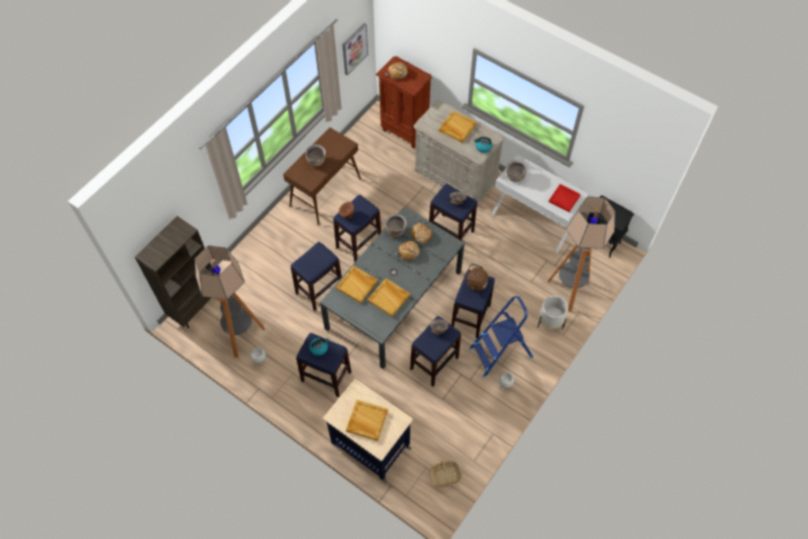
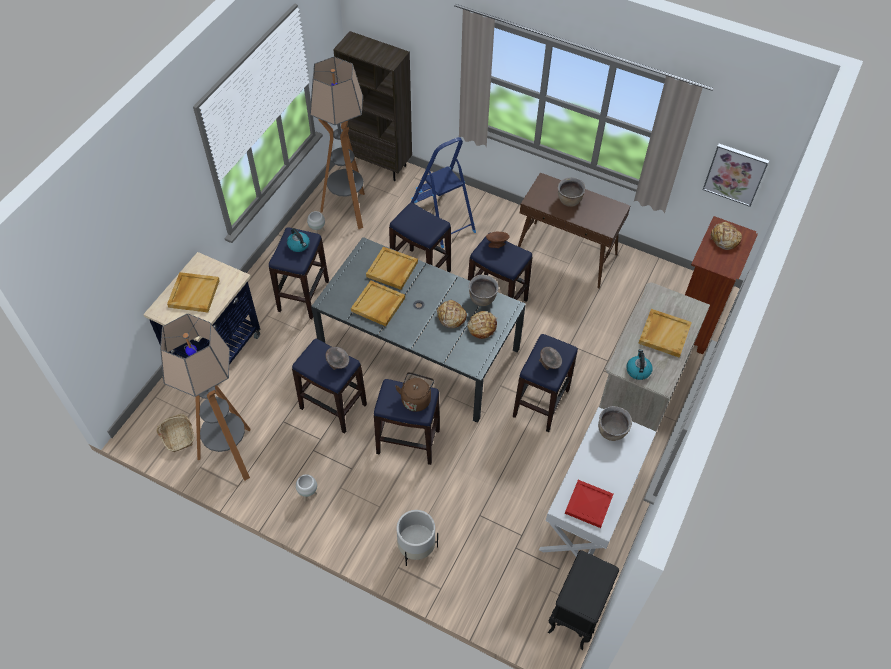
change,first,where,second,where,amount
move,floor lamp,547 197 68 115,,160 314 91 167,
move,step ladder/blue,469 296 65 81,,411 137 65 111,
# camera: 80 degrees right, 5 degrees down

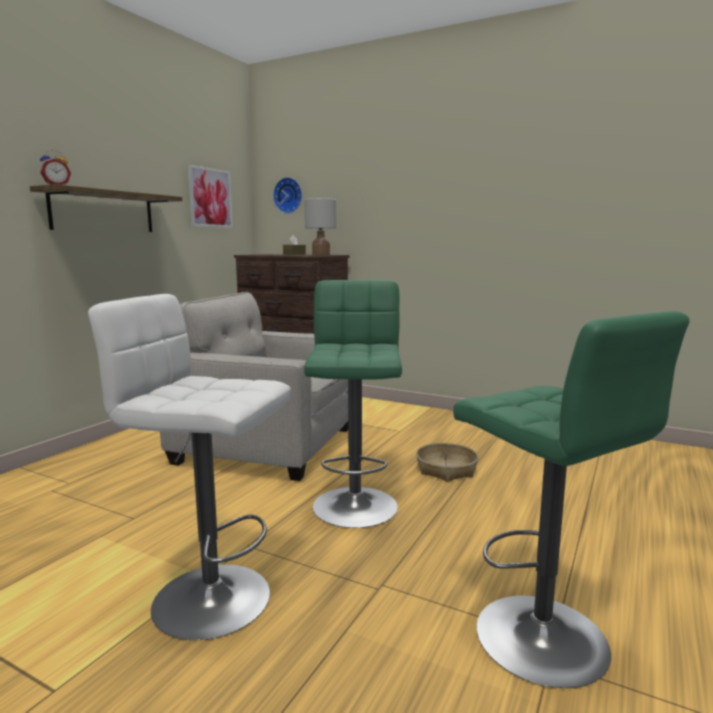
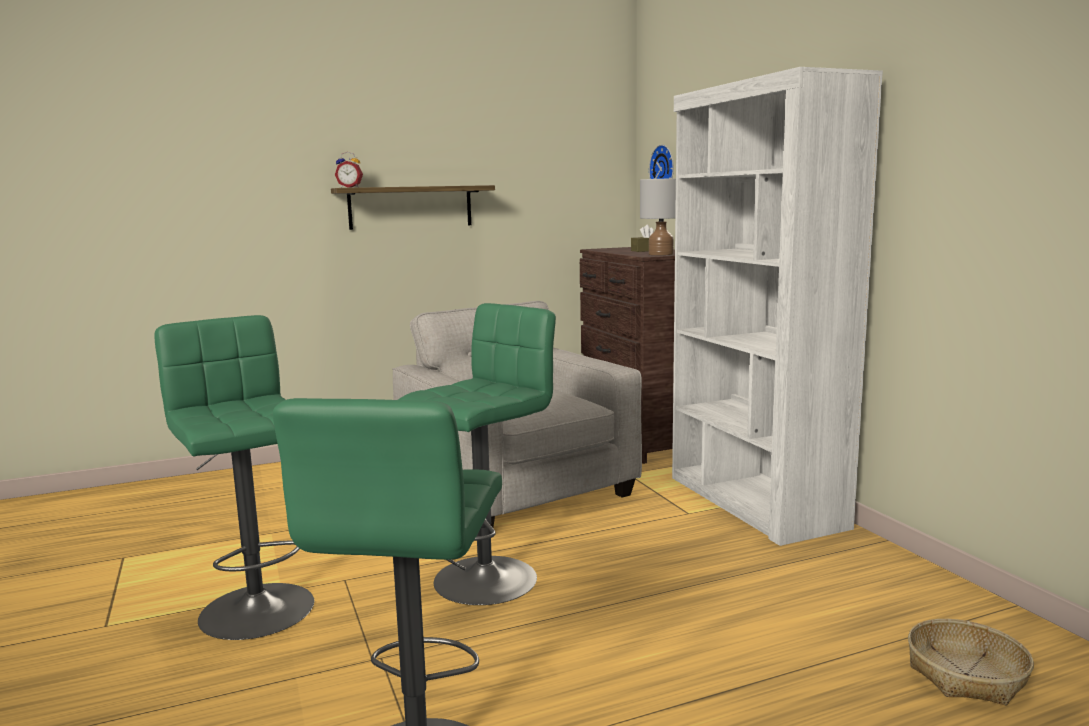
change,first,where,second,where,amount
delete,picture,187 165 46 63,,,
recolor,stool/white,88 294 203 346,stool/green,154 315 160 325,
move,basket,416 443 62 39,,908 619 126 86,
insert,,,bookcase/white,672 67 211 479,
# camera: 40 degrees right, 0 degrees up

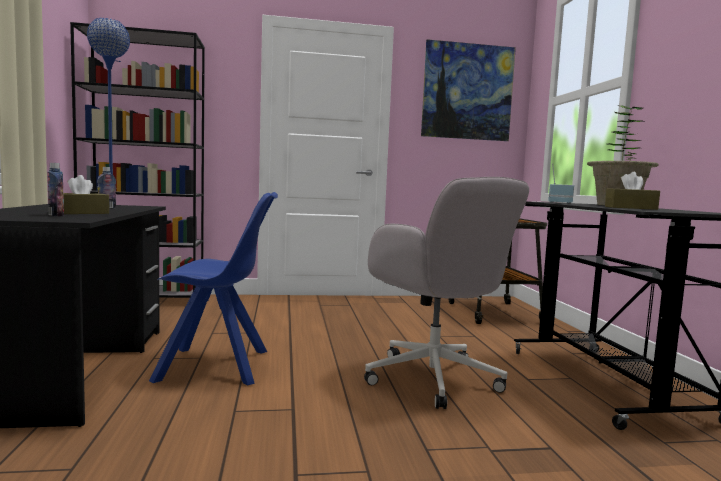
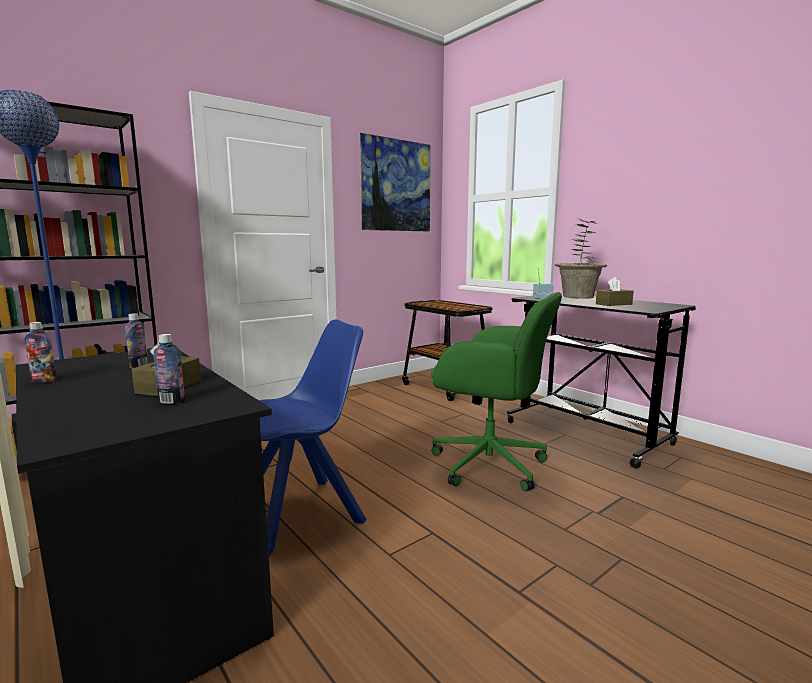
change,first,where,second,where,amount
recolor,office chair/grey,364 177 165 232,office chair/green,431 292 131 199,
insert,,,bottle,25 322 32 61,
# camera: 30 degrees left, 5 degrees up

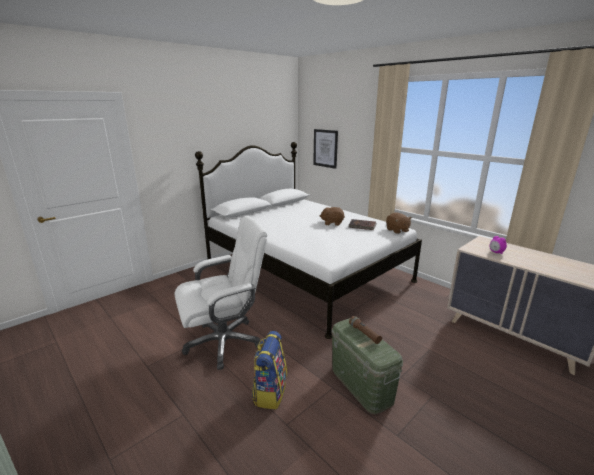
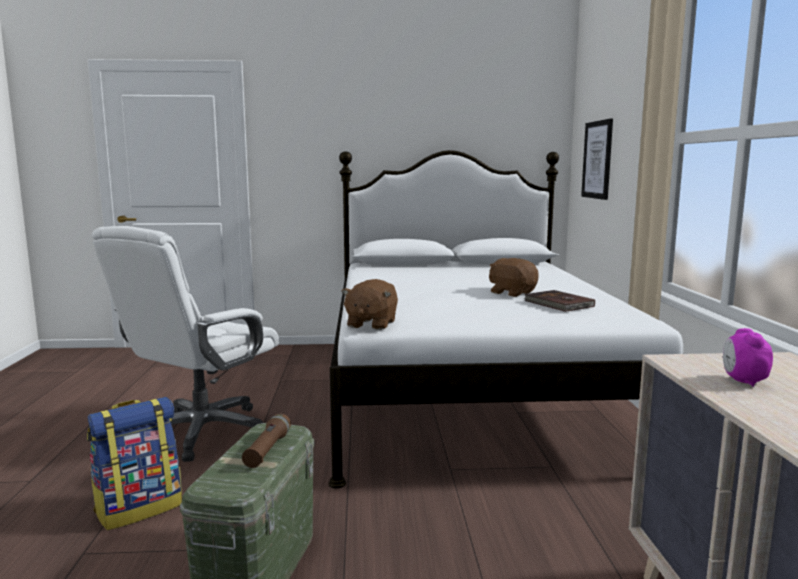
change,first,where,second,where,amount
move,plush toy/brown,386 212 26 22,,341 279 57 51,
rotate,office chair/white,174 215 93 155,,92 226 187 236,105 degrees clockwise
# camera: 40 degrees right, 10 degrees down

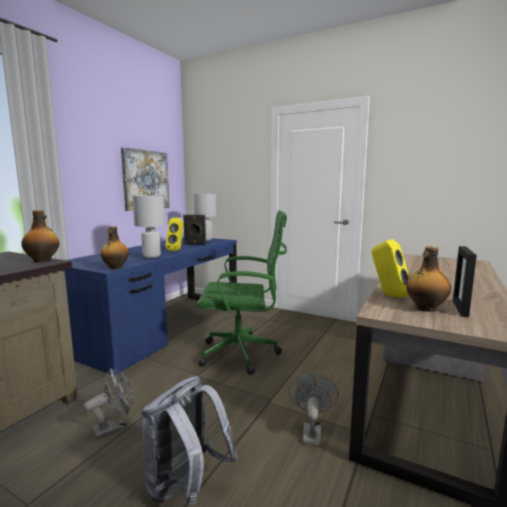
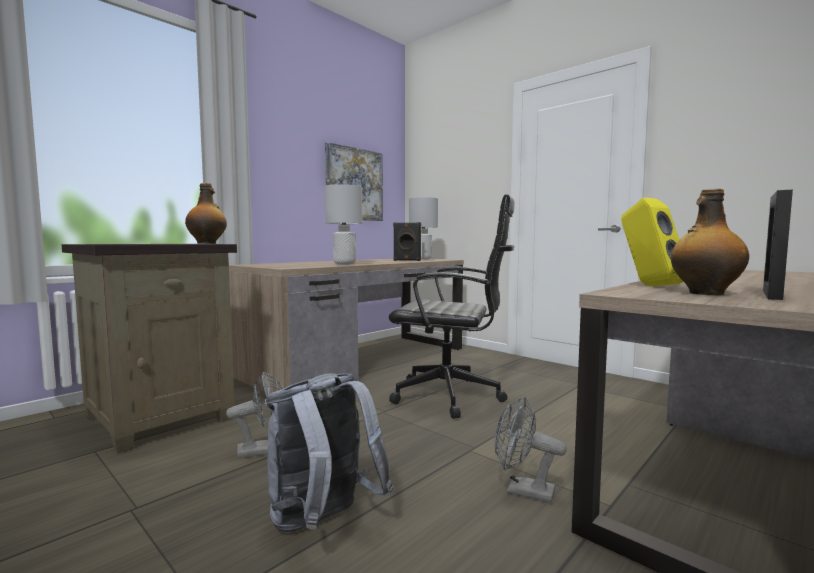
change,first,where,second,where,amount
recolor,office chair/green,197 210 90 165,office chair/black,389 194 126 225,
delete,speaker/yellow,165 218 19 33,,,
delete,bottle,101 226 28 43,,,
recolor,desk/blue,65 237 172 139,desk/brown,229 259 235 135,
rotate,fan/grey,289 373 50 73,,495 396 72 107,90 degrees counterclockwise
# camera: 15 degrees right, 5 degrees down

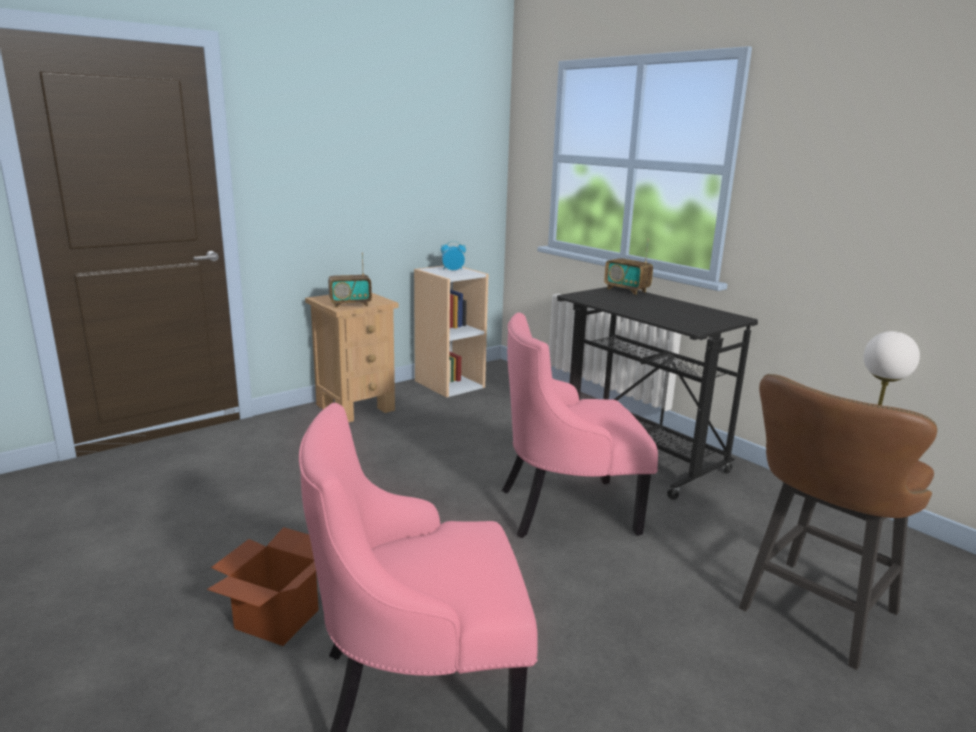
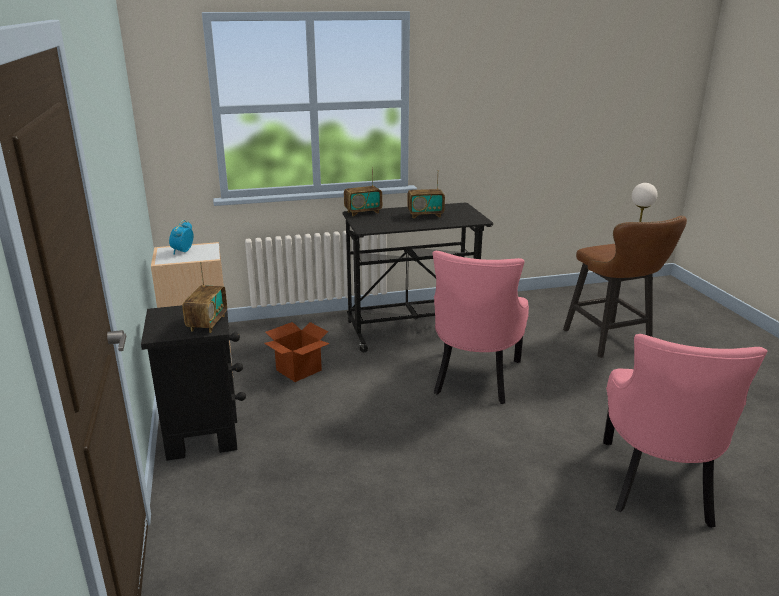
change,first,where,second,where,amount
recolor,nightstand/beige,305 293 94 130,nightstand/black,141 305 105 156,
move,cardboard box,207 527 112 119,,264 322 66 60,
insert,,,radio,407 175 38 43,
# camera: 65 degrees left, 5 degrees up

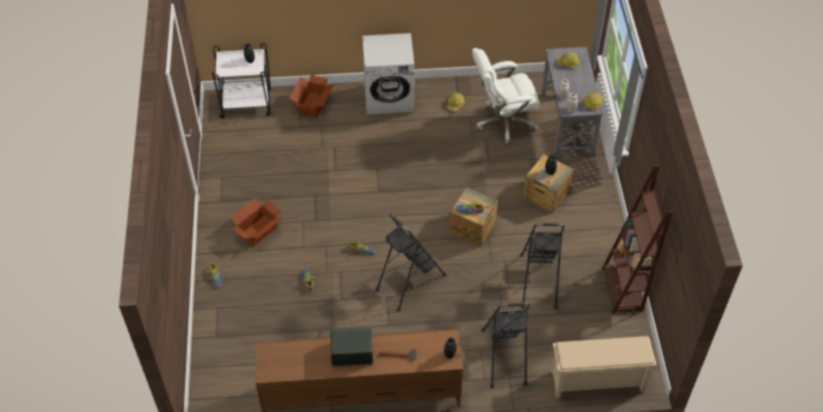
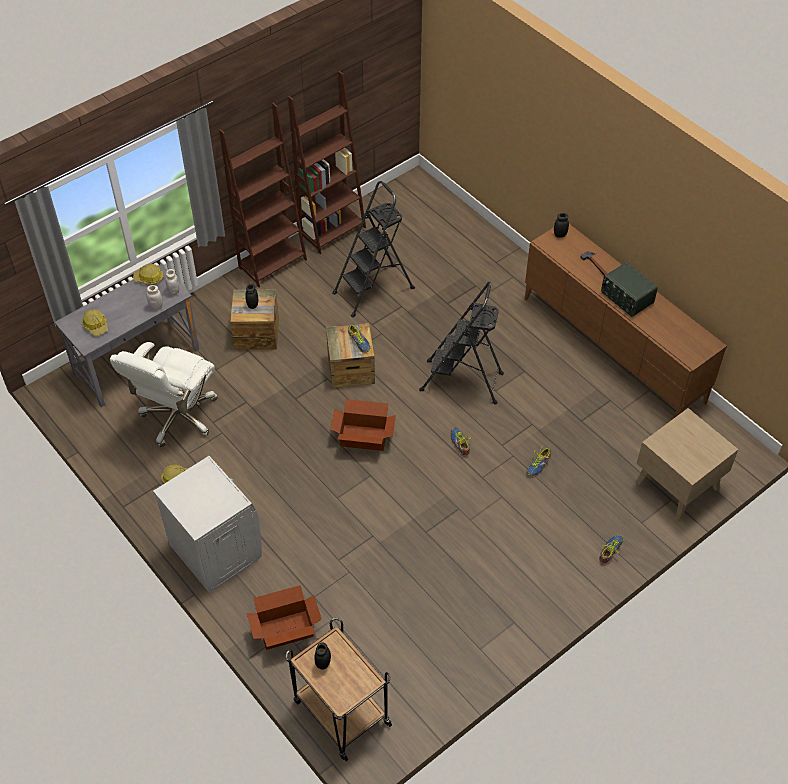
change,first,where,second,where,amount
recolor,cart/white,212 43 59 75,cart/brown,286 618 106 143,
rotate,office chair/white,472 48 68 96,,110 342 108 105,75 degrees clockwise
move,cardboard box,230 198 52 49,,330 399 66 52,
delete,step ladder,481 303 49 85,,,
delete,shoe rack/beige,551 336 105 62,,,
insert,,,bookcase/brown,219 103 88 185,
insert,,,nightstand/beige,636 408 102 112,
# camera: 125 degrees left, 0 degrees up

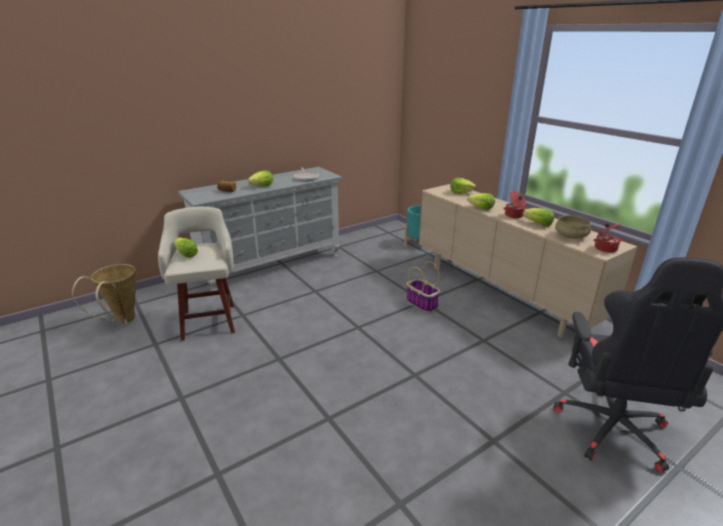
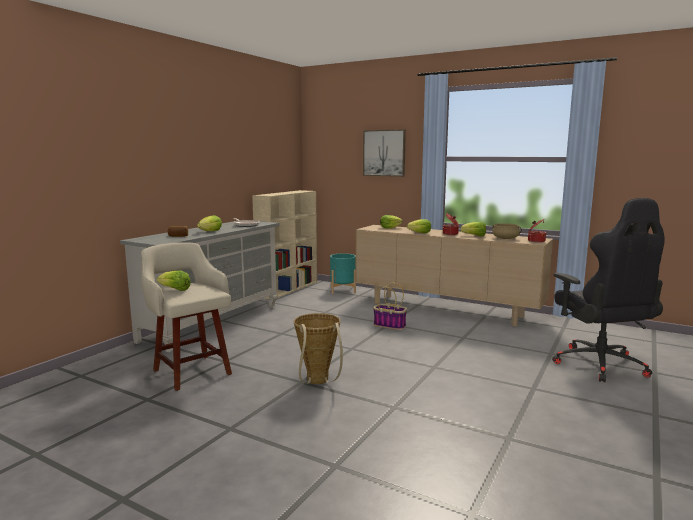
change,first,where,second,where,amount
move,basket,72 264 64 60,,294 313 49 71,
insert,,,picture,363 129 43 48,
insert,,,bookcase/beige,252 190 65 109,
# camera: 25 degrees left, 15 degrees down

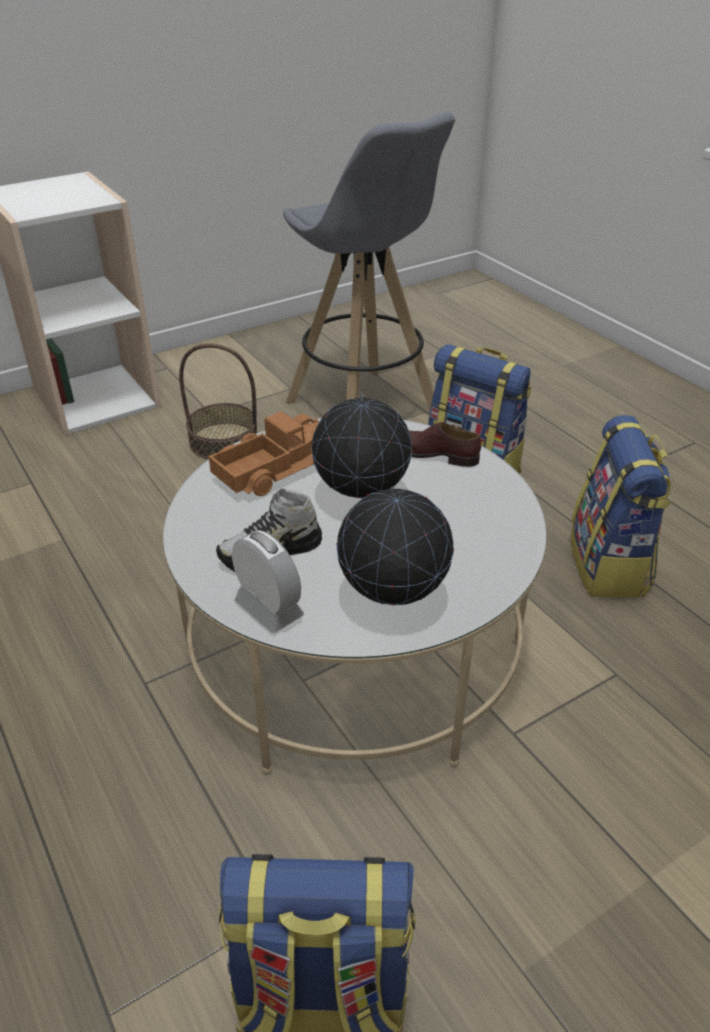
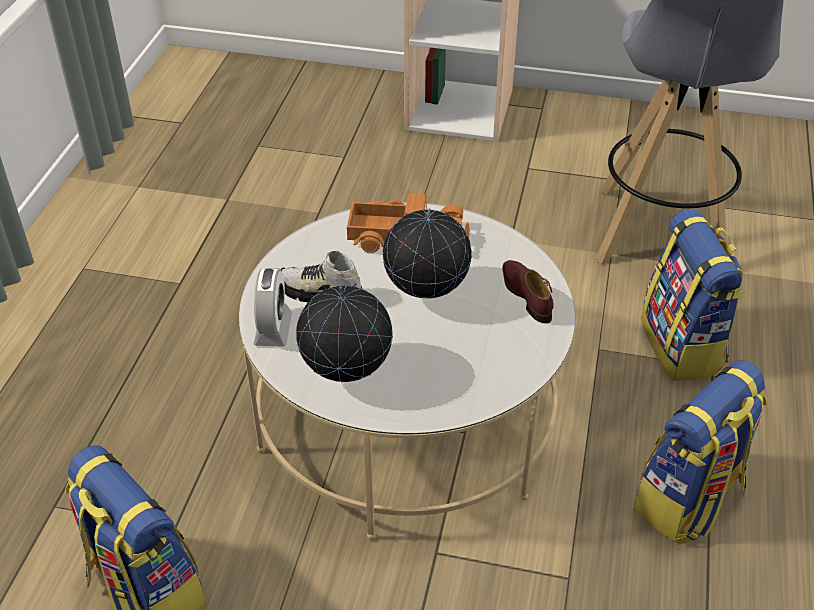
change,first,where,second,where,amount
delete,basket,179 343 78 116,,,
# camera: 45 degrees right, 5 degrees up

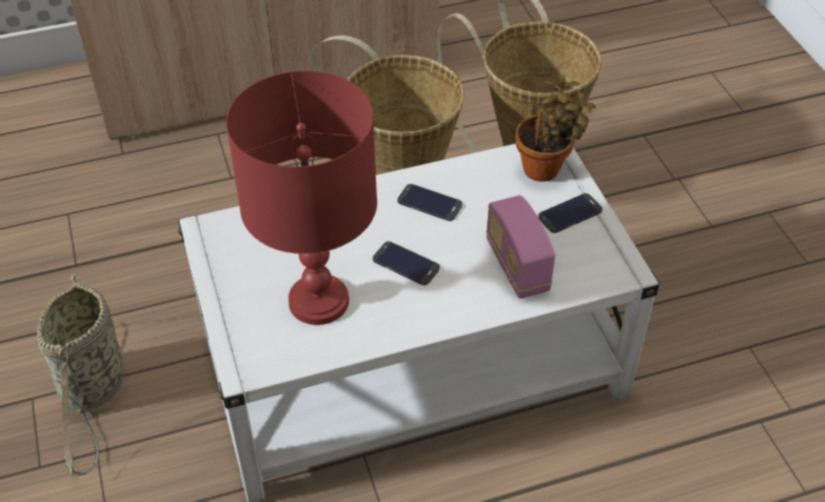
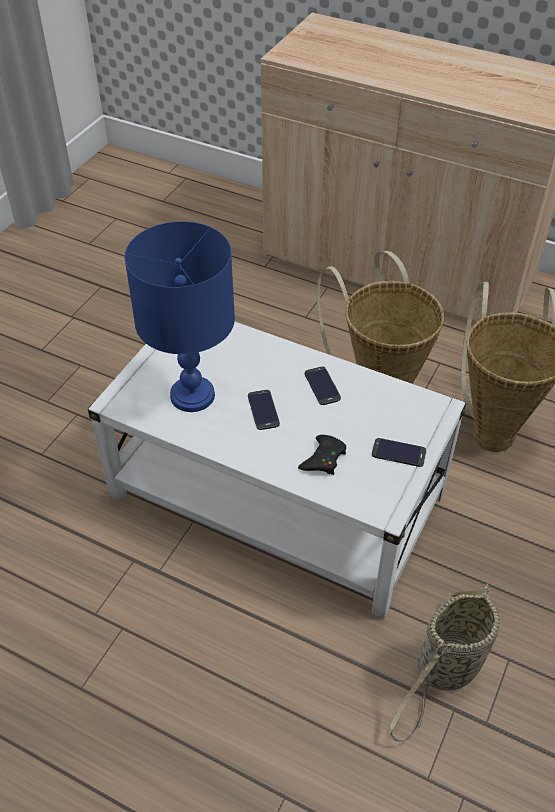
change,first,where,second,where,amount
recolor,table lamp/red,226 71 151 254,table lamp/blue,125 221 110 191,
delete,potted plant,516 75 80 107,,,
replace,radio,486 195 69 104,game controller/black,298 435 48 40,
move,basket,37 274 86 202,,387 584 113 158,
# camera: 45 degrees right, 0 degrees up

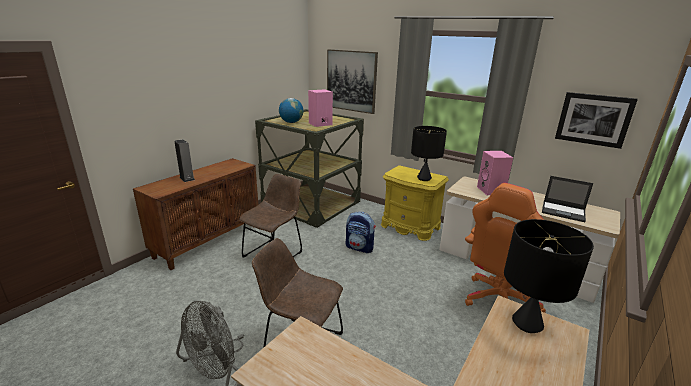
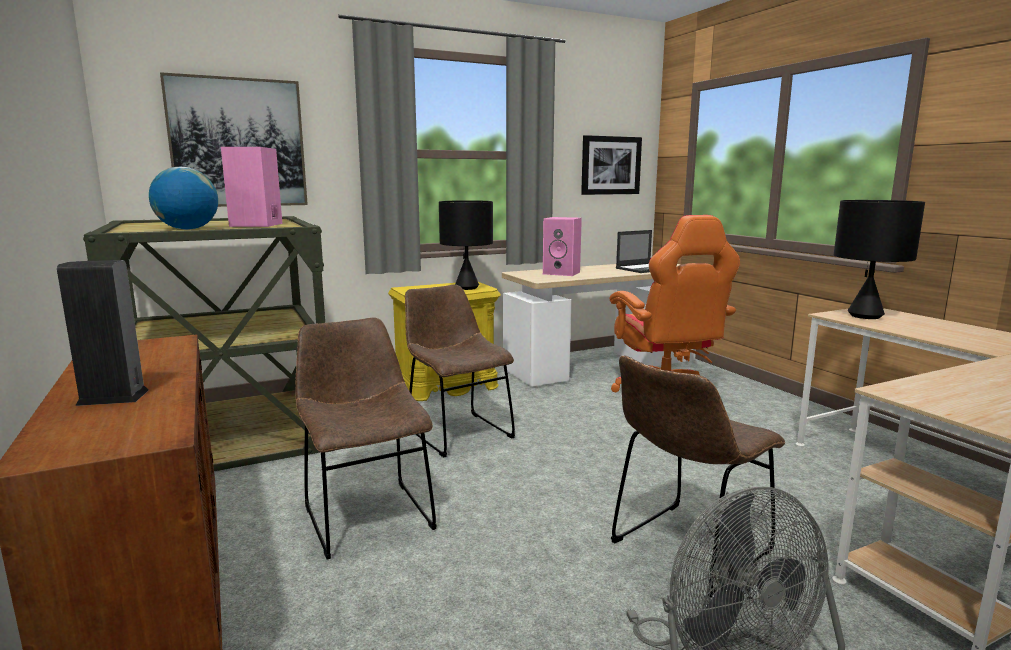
change,first,where,second,where,amount
replace,backpack,346 212 30 41,chair/brown,405 285 110 172,
# camera: 60 degrees left, 10 degrees down

